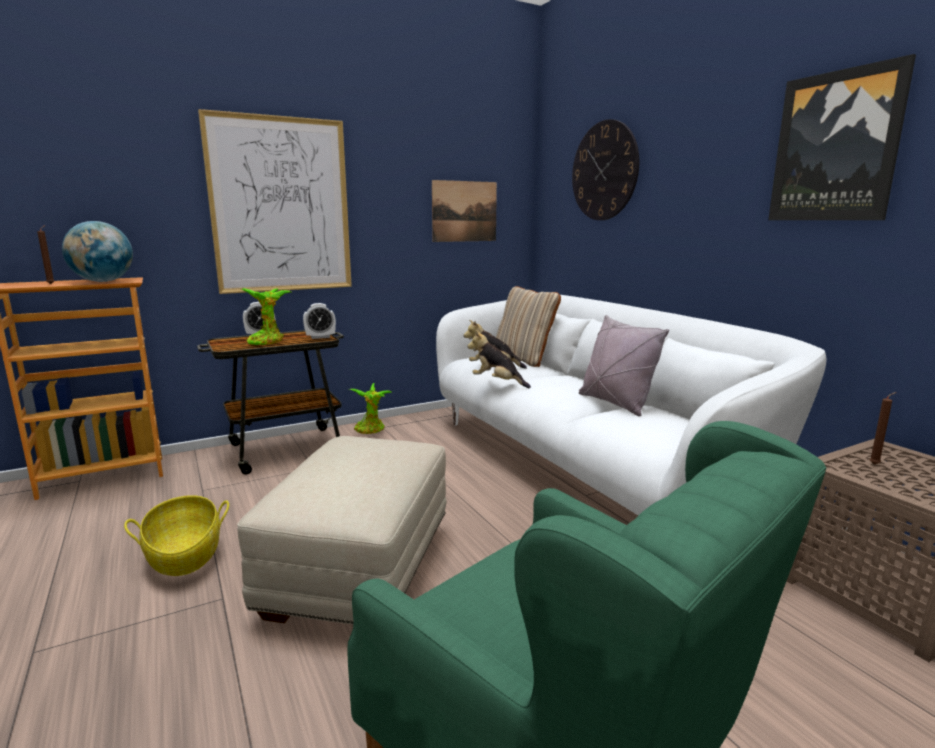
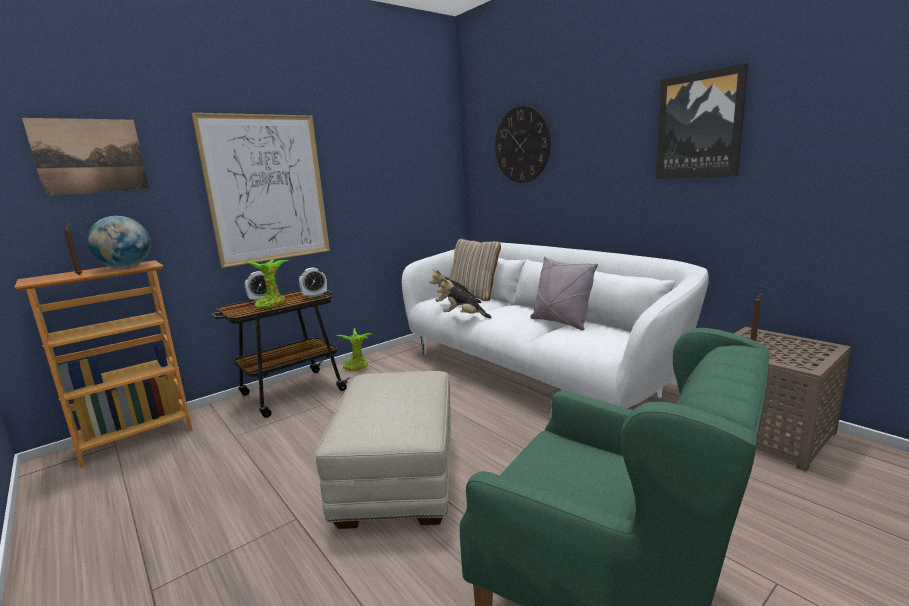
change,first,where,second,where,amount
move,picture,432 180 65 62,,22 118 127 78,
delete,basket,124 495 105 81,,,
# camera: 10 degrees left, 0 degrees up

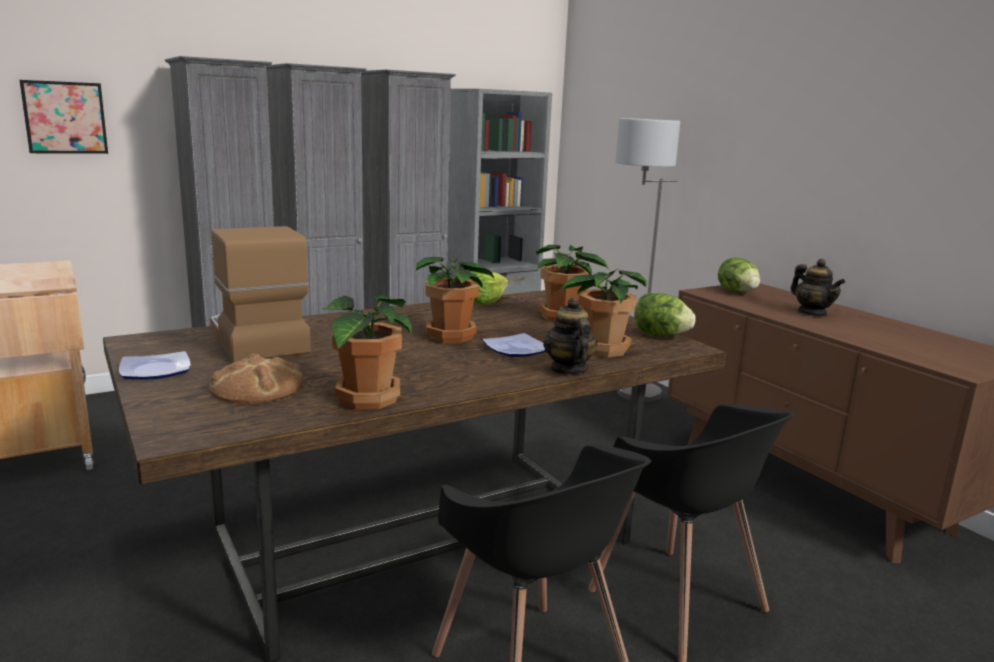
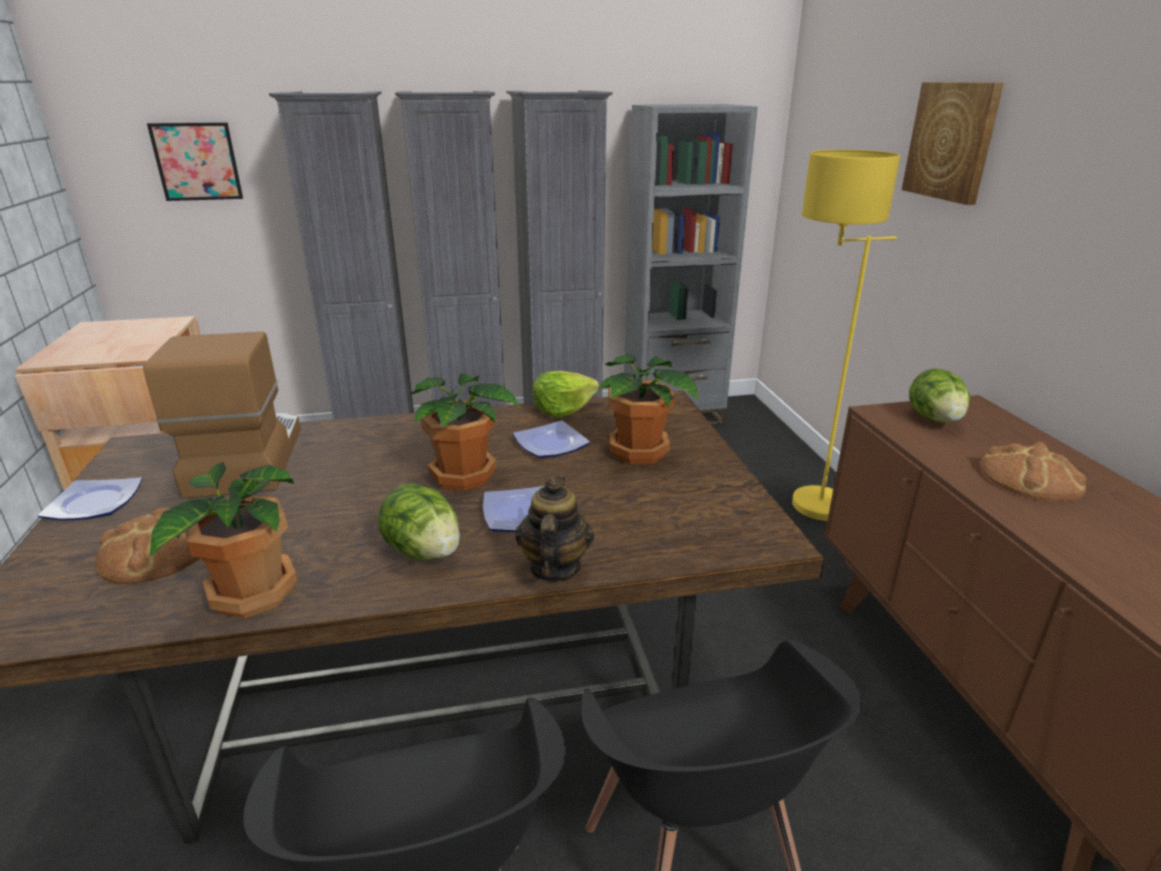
change,first,where,second,where,amount
recolor,floor lamp/grey,616 118 64 284,floor lamp/yellow,792 150 108 371,
replace,teapot,791 259 54 57,bread,980 442 106 60,
delete,potted plant,559 269 88 89,,,
move,lettuce,634 293 62 44,,378 483 82 77,
insert,,,picture,902 82 102 123,
insert,,,plate,513 420 77 38,
# camera: 20 degrees right, 10 degrees up

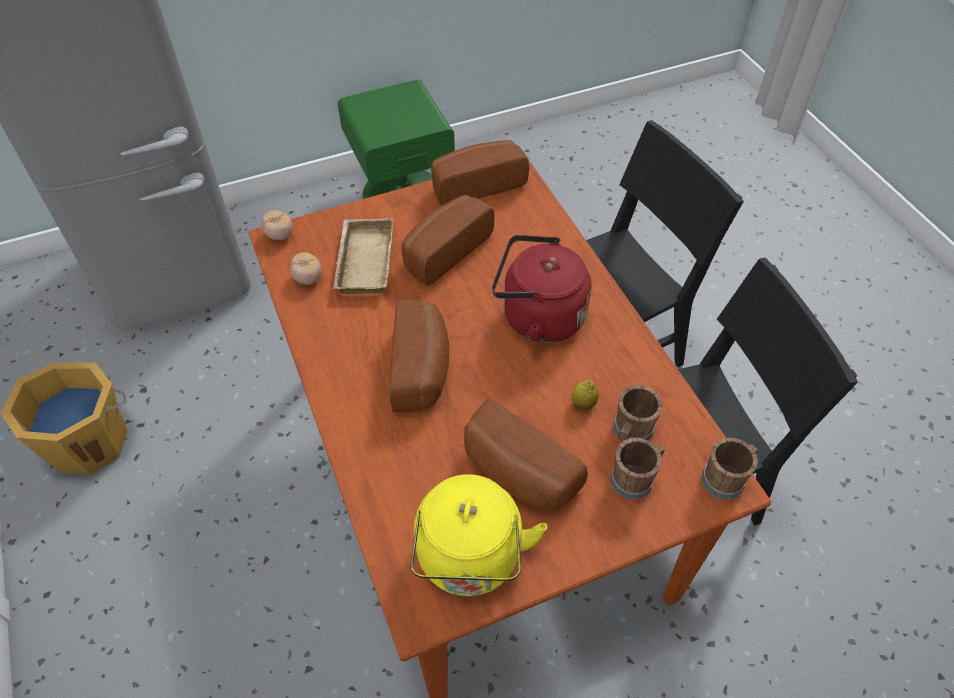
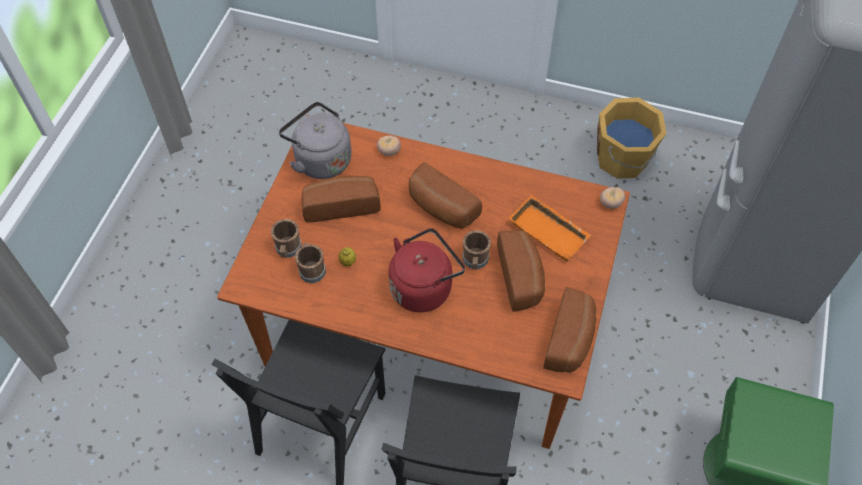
change,first,where,second,where,amount
recolor,tray/beige,333 218 60 76,tray/orange,509 195 82 67,
move,tomato,290 252 32 33,,377 135 24 21,
move,mug/brown,701 438 57 62,,463 230 28 40,
recolor,kettle/yellow,410 474 137 122,kettle/grey,279 102 73 77,
# camera: 130 degrees right, 5 degrees up

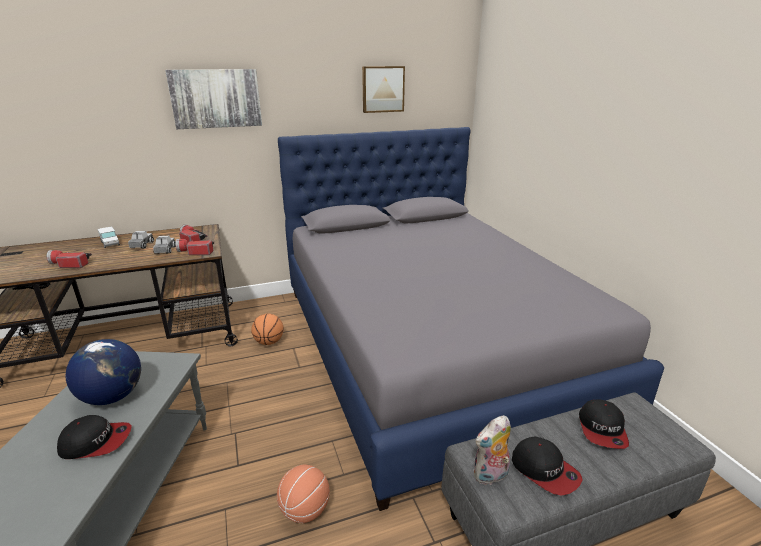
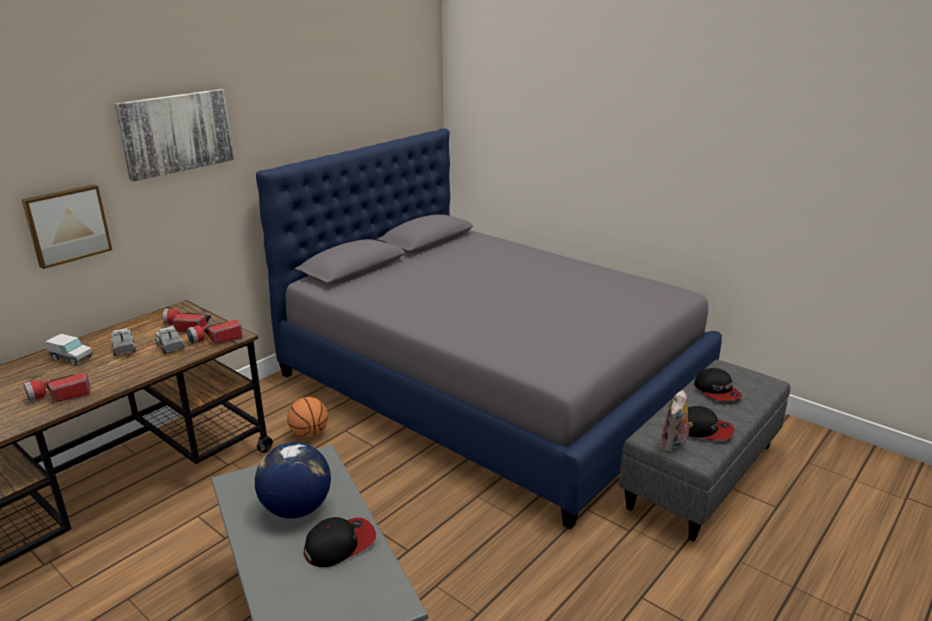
change,first,where,second,where,amount
move,picture,362 66 43 47,,21 184 91 85,
delete,basketball,277 465 53 58,,,
# camera: 30 degrees left, 0 degrees up

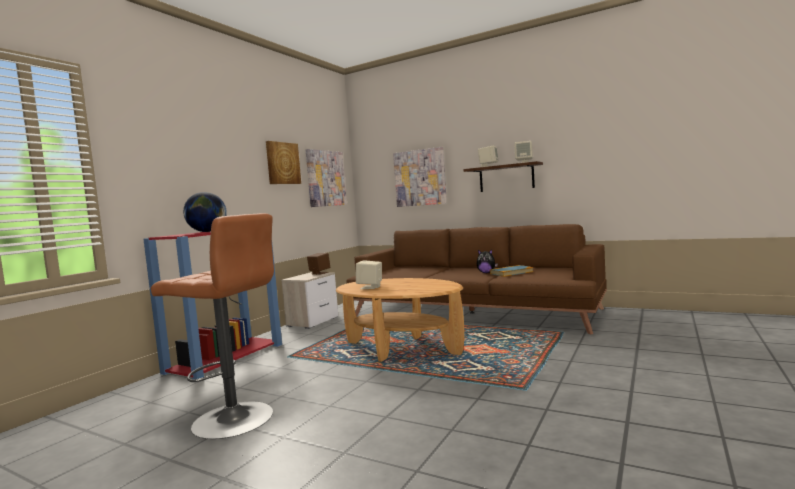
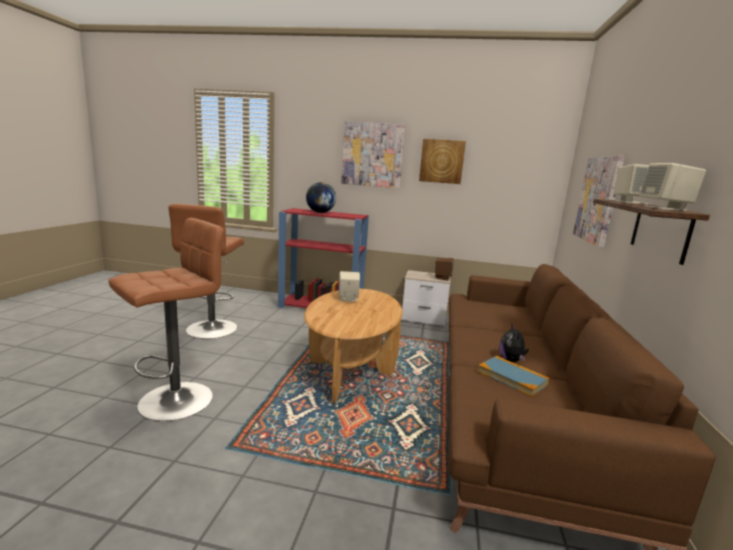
change,first,where,second,where,amount
move,picture,306 149 41 58,,341 121 64 67,
insert,,,stool/brown,108 218 116 203,
# camera: 70 degrees right, 10 degrees up

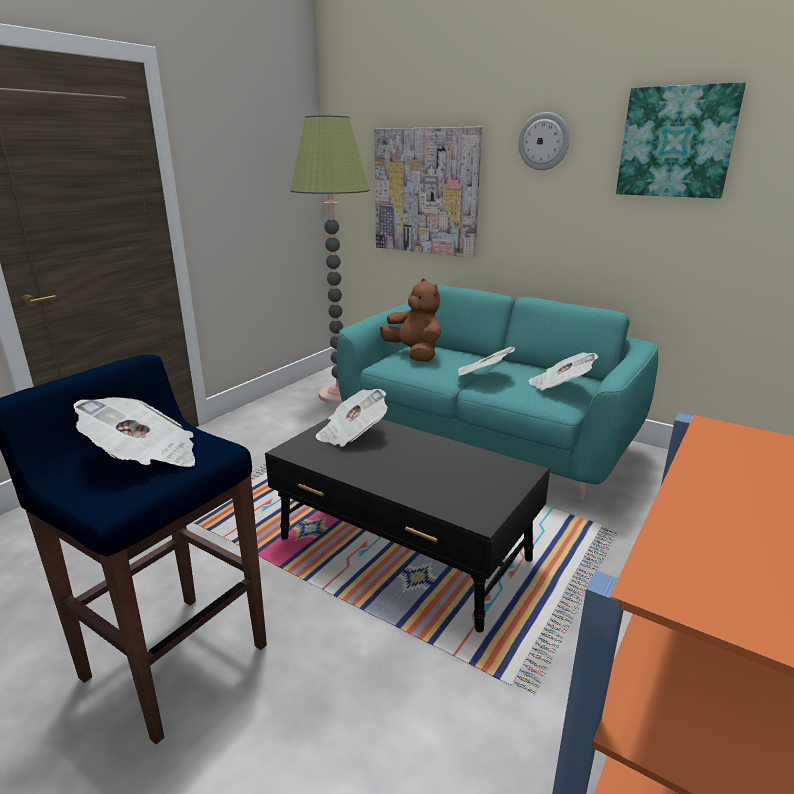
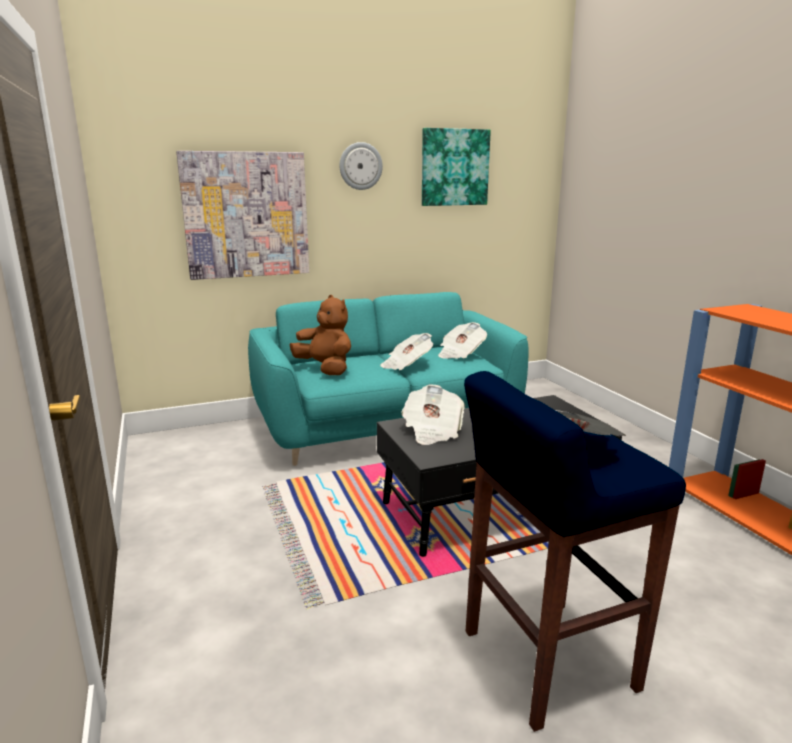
change,first,where,second,where,amount
delete,floor lamp,290 115 80 289,,,
rotate,plush toy/brown,380 278 61 84,,290 295 61 80,45 degrees clockwise
# camera: 55 degrees left, 5 degrees down

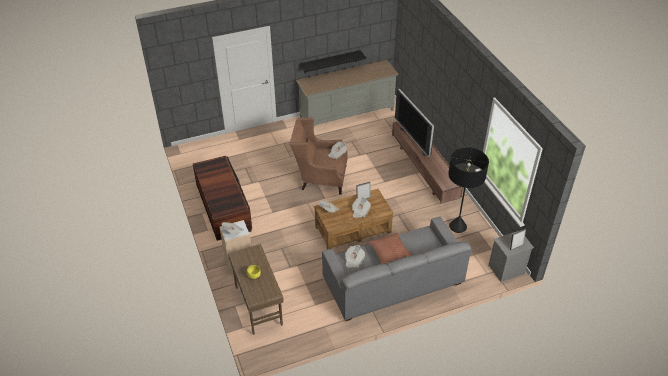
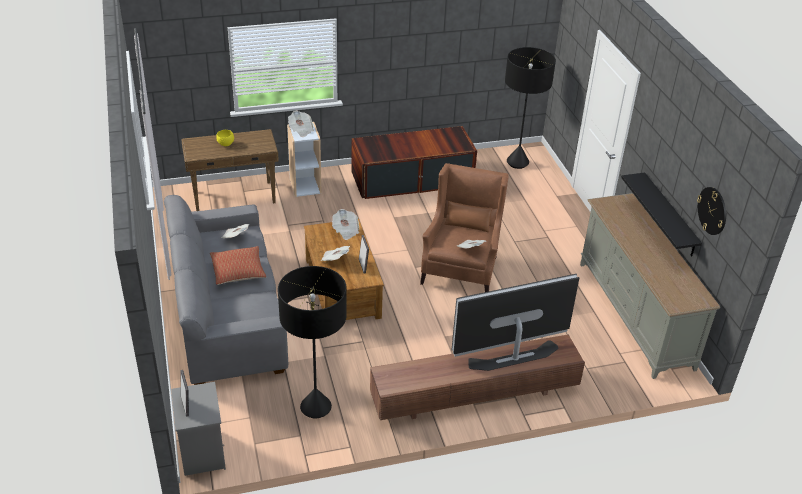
change,first,where,second,where,amount
insert,,,floor lamp/black,505 47 51 122,
insert,,,wall clock,697 187 29 48,
# camera: 95 degrees right, 5 degrees down

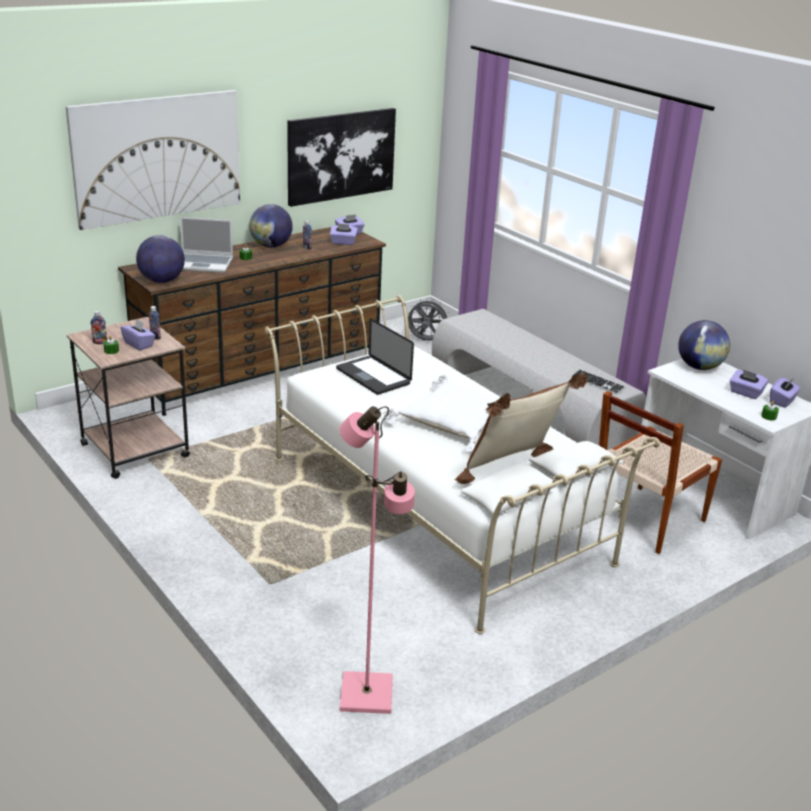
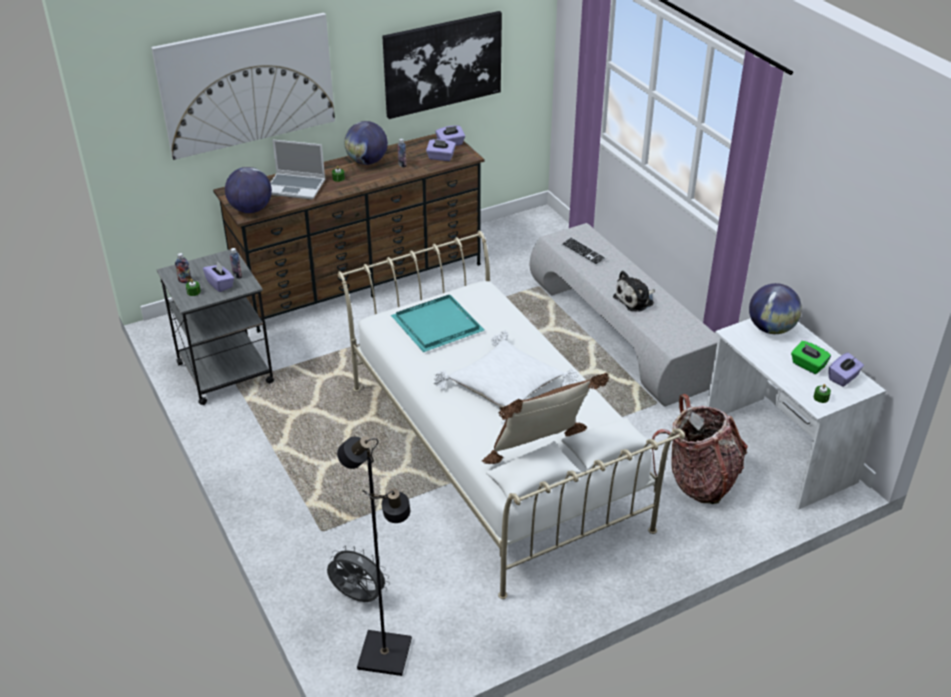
change,first,where,second,where,amount
move,fan/grey,408 298 41 43,,327 545 63 57,
recolor,cart/brown,67 317 123 162,cart/grey,157 249 118 156,
replace,laptop,336 318 78 77,tray/turquoise,391 295 93 57,
move,keyboard,571 369 55 26,,561 237 45 29,
recolor,tissue box/purple,730 369 39 30,tissue box/green,791 341 40 33,
replace,chair,599 391 123 163,backpack,652 394 96 110,
recolor,floor lamp/pink,339 406 76 308,floor lamp/black,337 436 75 240,
insert,,,plush toy,613 271 42 41,
# camera: 10 degrees right, 10 degrees up

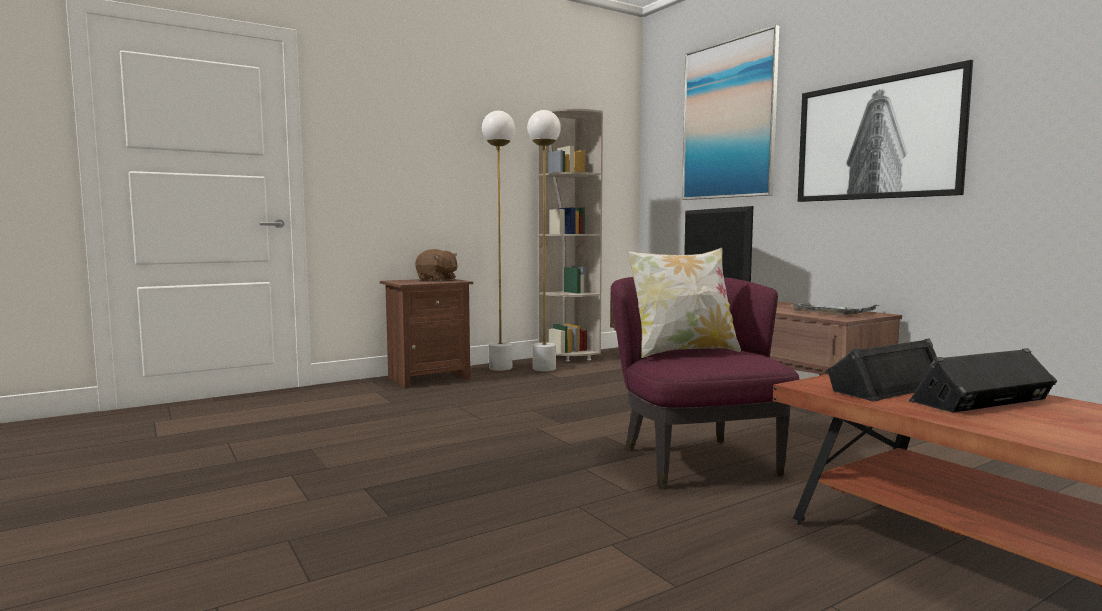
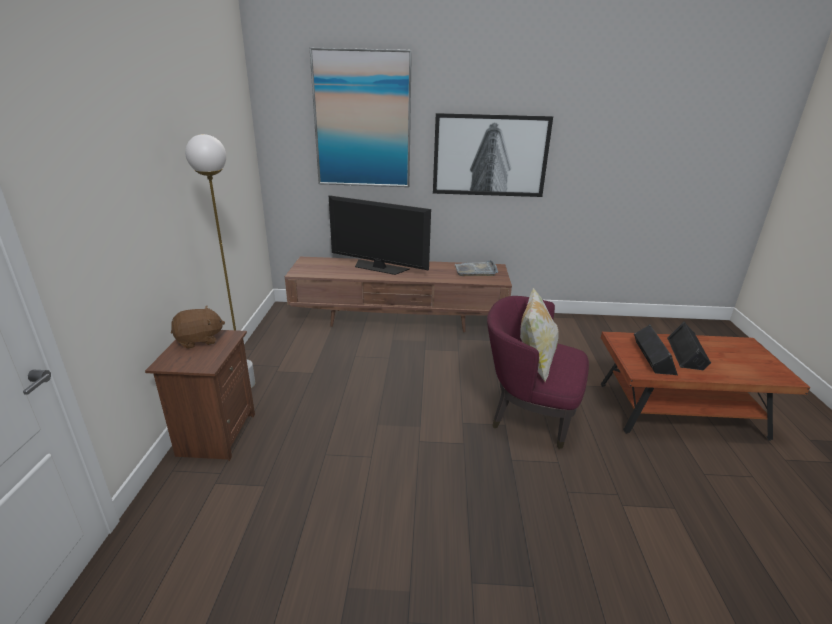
change,first,where,second,where,amount
delete,bookcase/beige,538 109 65 253,,,
delete,floor lamp/white,527 110 34 261,,,
# camera: 55 degrees left, 20 degrees up

